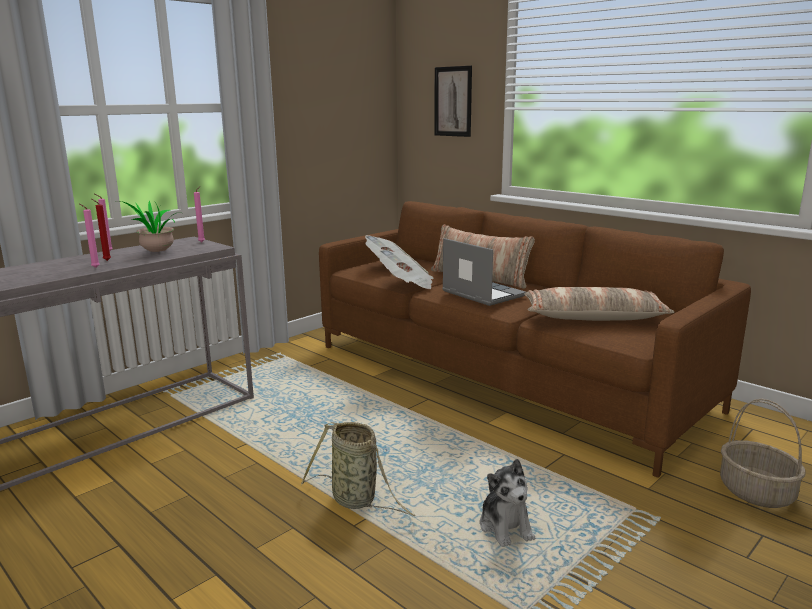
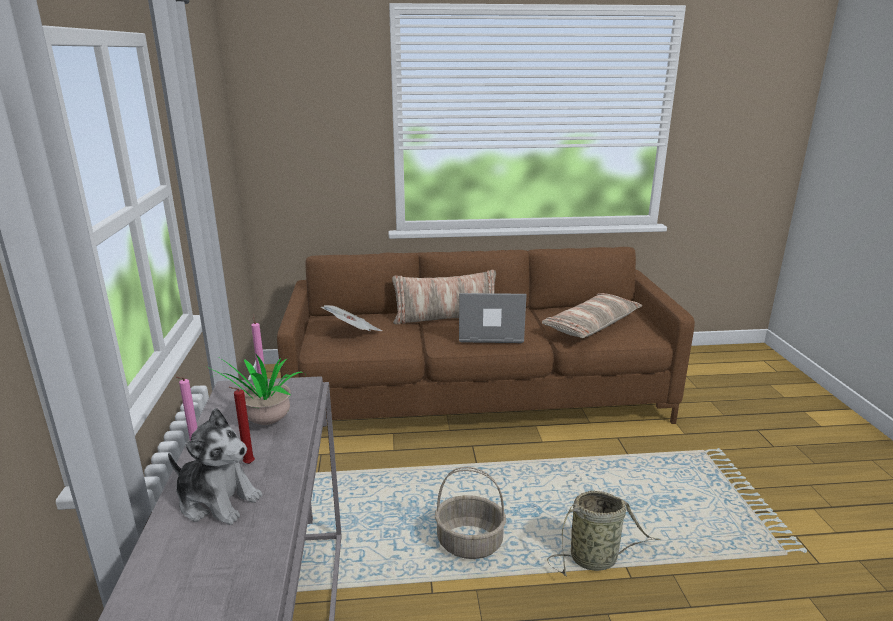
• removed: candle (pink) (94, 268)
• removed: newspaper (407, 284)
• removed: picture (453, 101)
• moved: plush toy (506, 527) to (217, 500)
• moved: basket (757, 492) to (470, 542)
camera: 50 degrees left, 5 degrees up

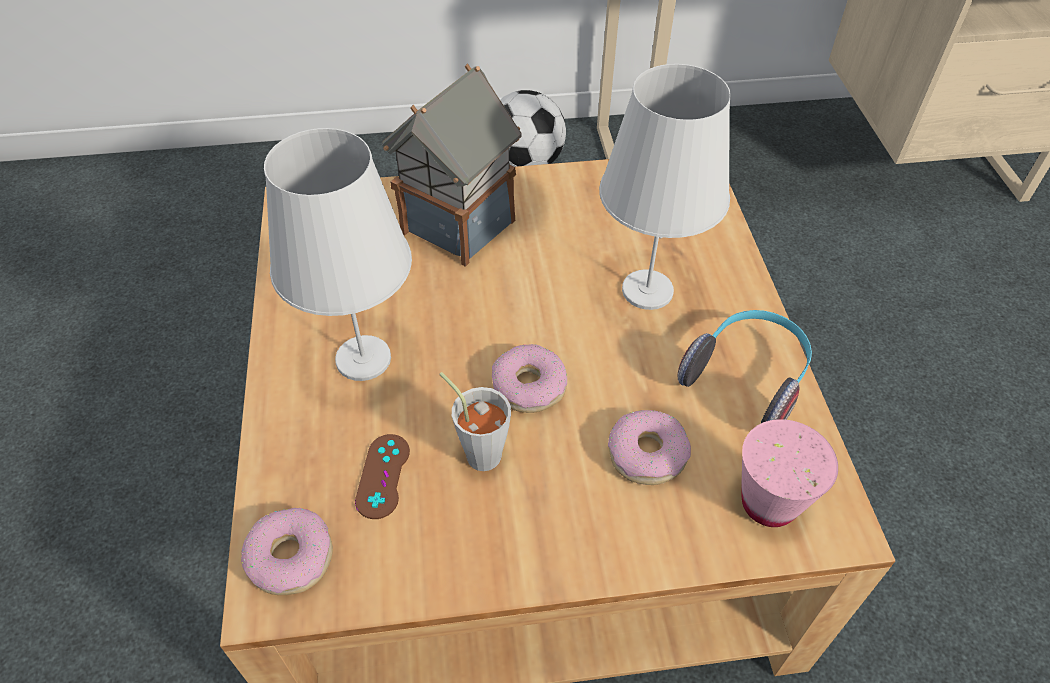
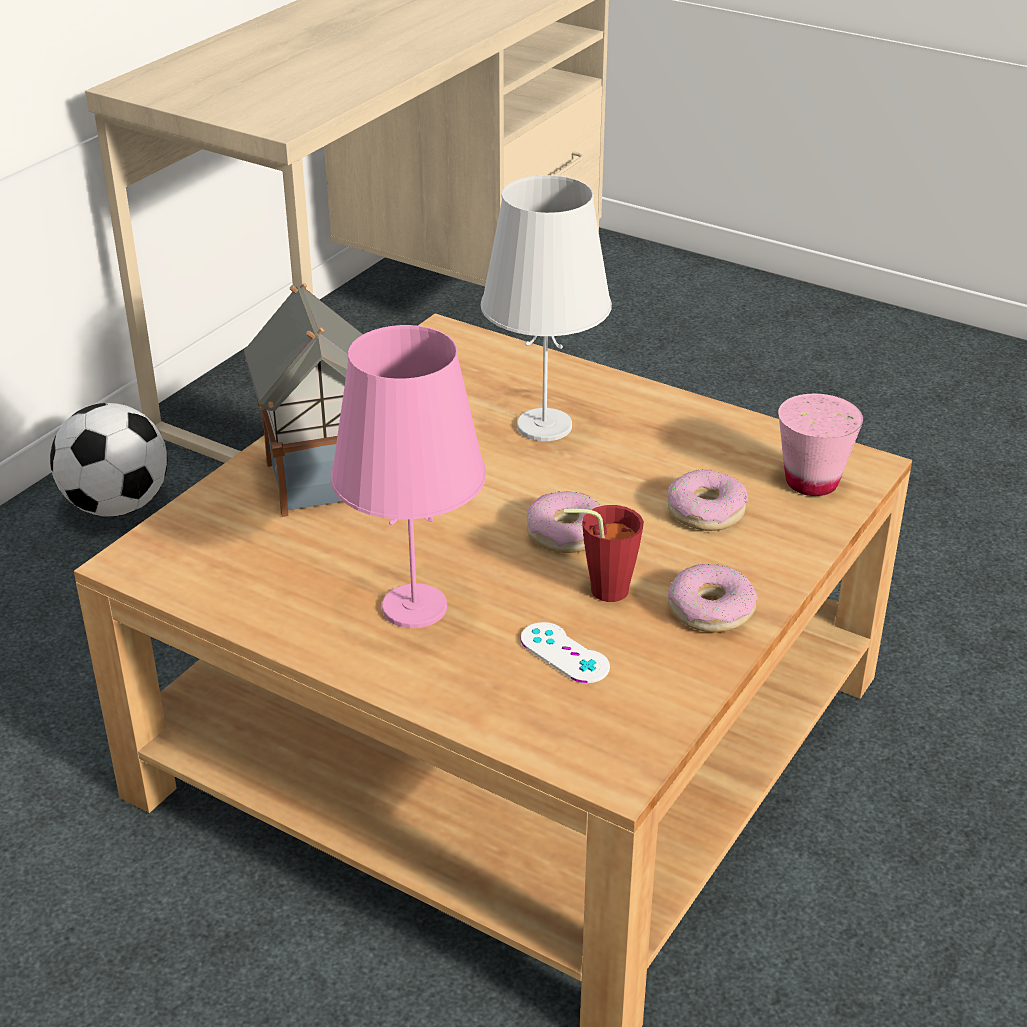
• removed: headphones (748, 377)
• moved: donut (291, 557) to (711, 609)
• recoloured: table lamp (white) (363, 359) to table lamp (pink) (415, 608)
• recoloured: game controller (brown) (383, 476) to game controller (white) (564, 653)
• recoloured: cup (grey) (478, 450) to cup (red) (600, 590)
camera: 50 degrees left, 15 degrees down

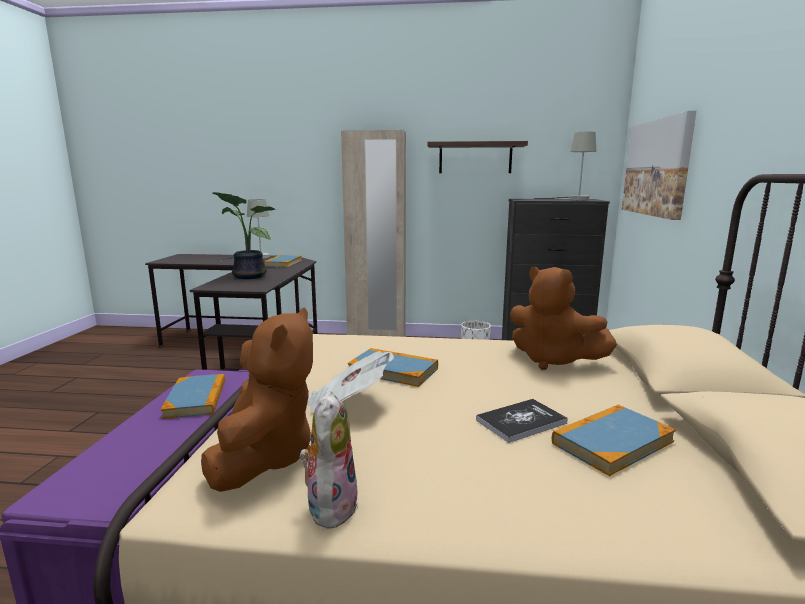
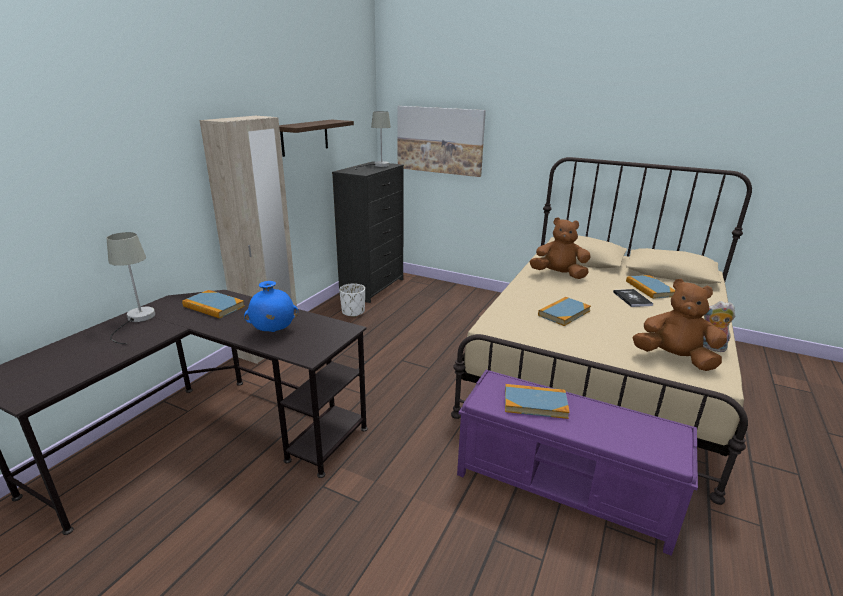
• removed: newspaper (347, 404)
• replaced: potted plant (247, 276) to vase (blue) (273, 331)
• turned: plush toy (brown) (553, 360) = (558, 274) 135 degrees counterclockwise
camera: 70 degrees left, 10 degrees up

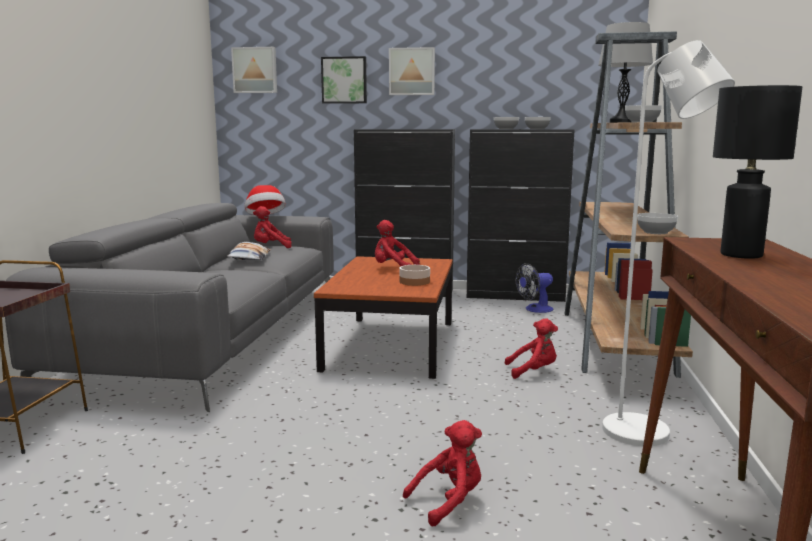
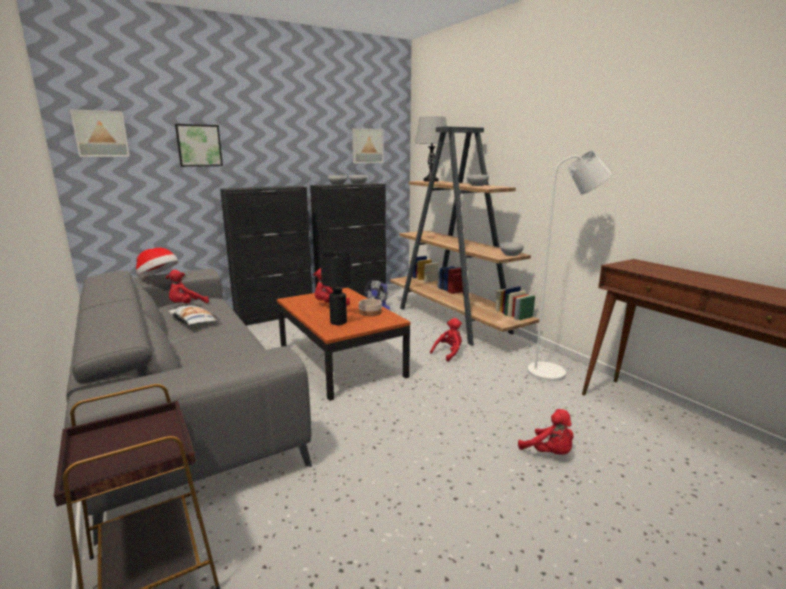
• moved: picture (412, 71) to (367, 146)
• moved: table lamp (black) (742, 255) to (339, 322)
• turned: plush toy (red) (449, 502) = (549, 453) 120 degrees clockwise
camera: 40 degrees left, 5 degrees up

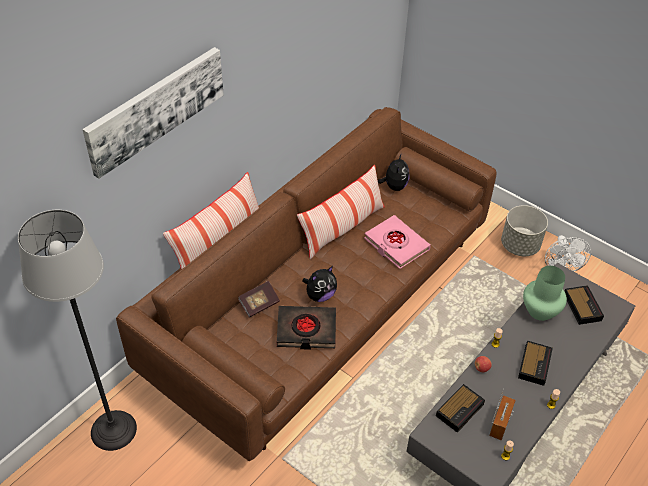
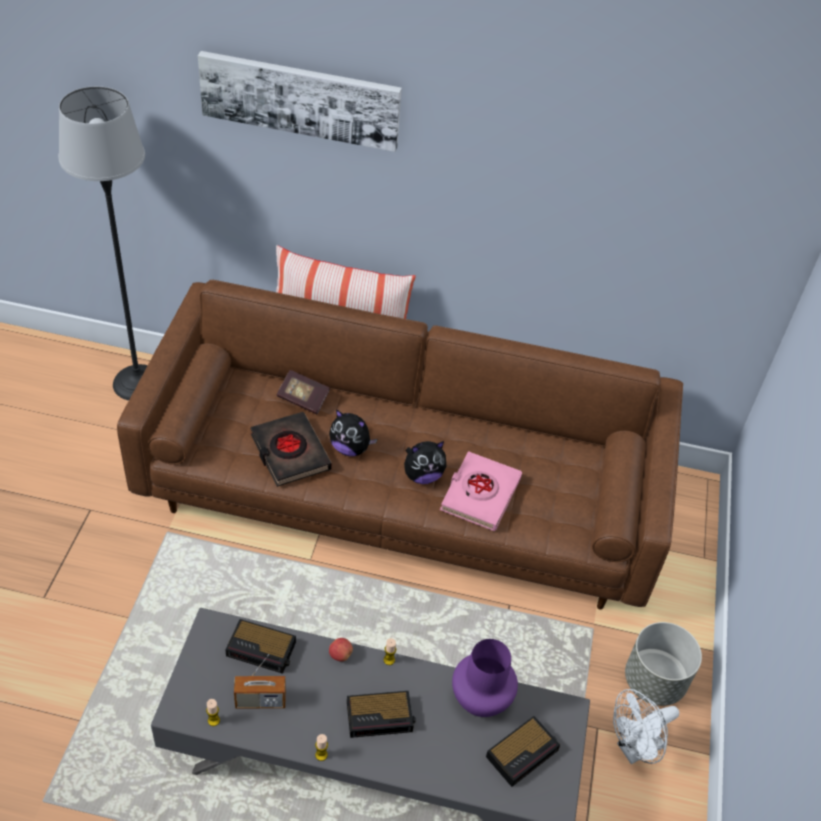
• removed: pillow (342, 228)
• moved: plush toy (394, 186) to (422, 475)
• recoloured: vase (green) (539, 310) to vase (purple) (481, 698)
camera: 60 degrees right, 0 degrees up

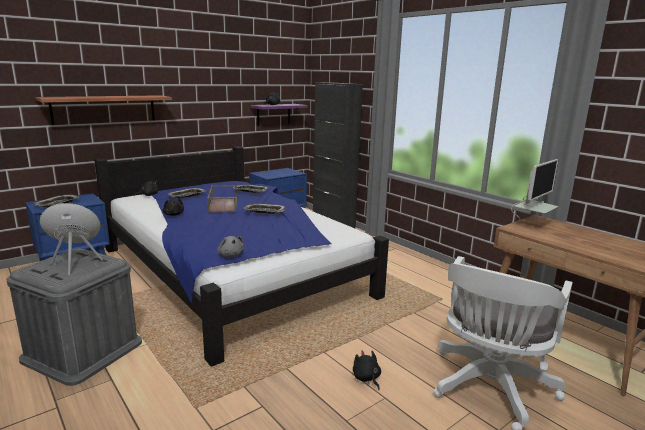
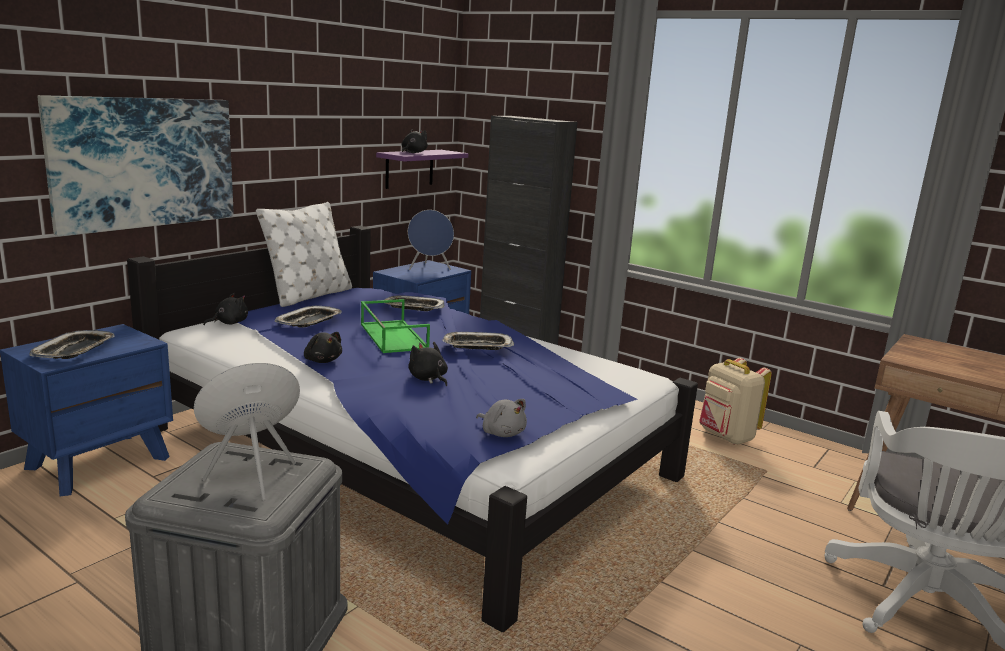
• removed: monitor (531, 225)
• added: pillow (white) (309, 295)
• added: speaker (blue) (429, 268)
• added: backpack (beige) (726, 437)
• moved: plush toy (black) (366, 378) to (428, 379)
• replaced: shelf (104, 109) to picture (144, 162)
• recoloured: tray (brown) (222, 204) to tray (green) (392, 336)
camera: 15 degrees left, 0 degrees up

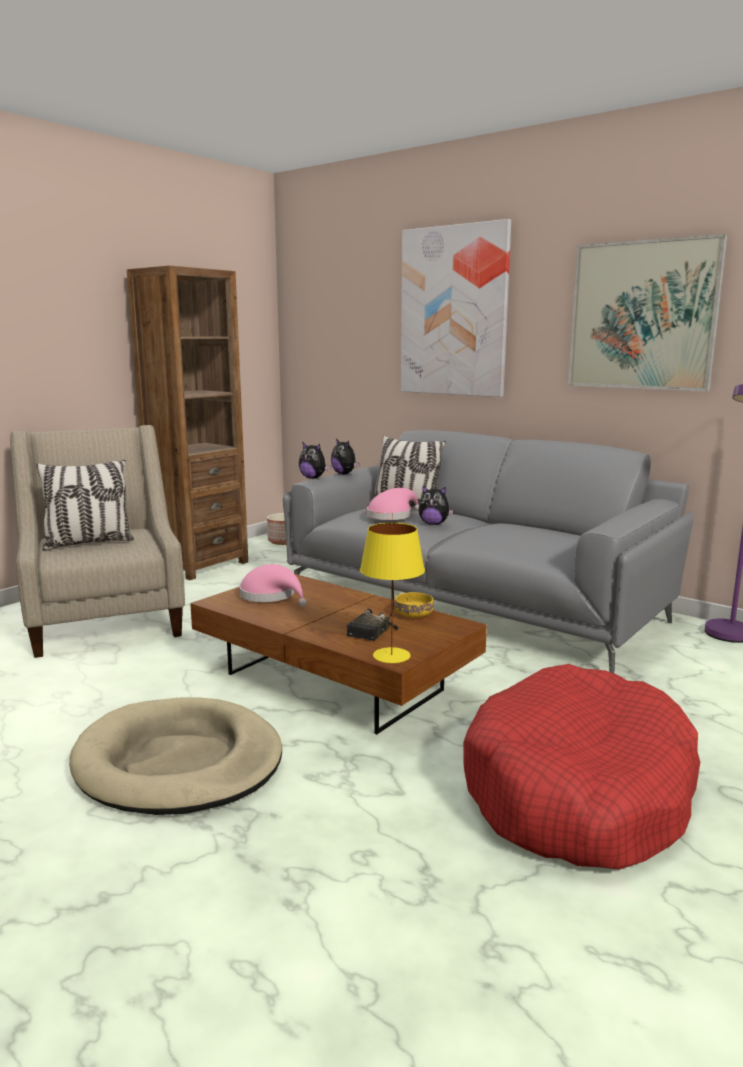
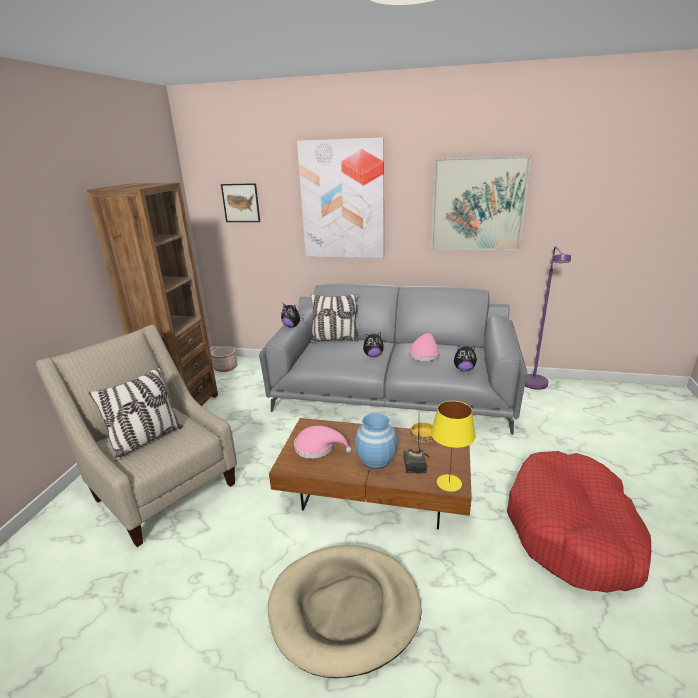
• added: picture (241, 203)
• added: vase (blue) (376, 460)
• moved: plush toy (313, 478) to (464, 369)
• moved: hat (pink) (392, 516) to (424, 354)
camera: 25 degrees left, 10 degrees up

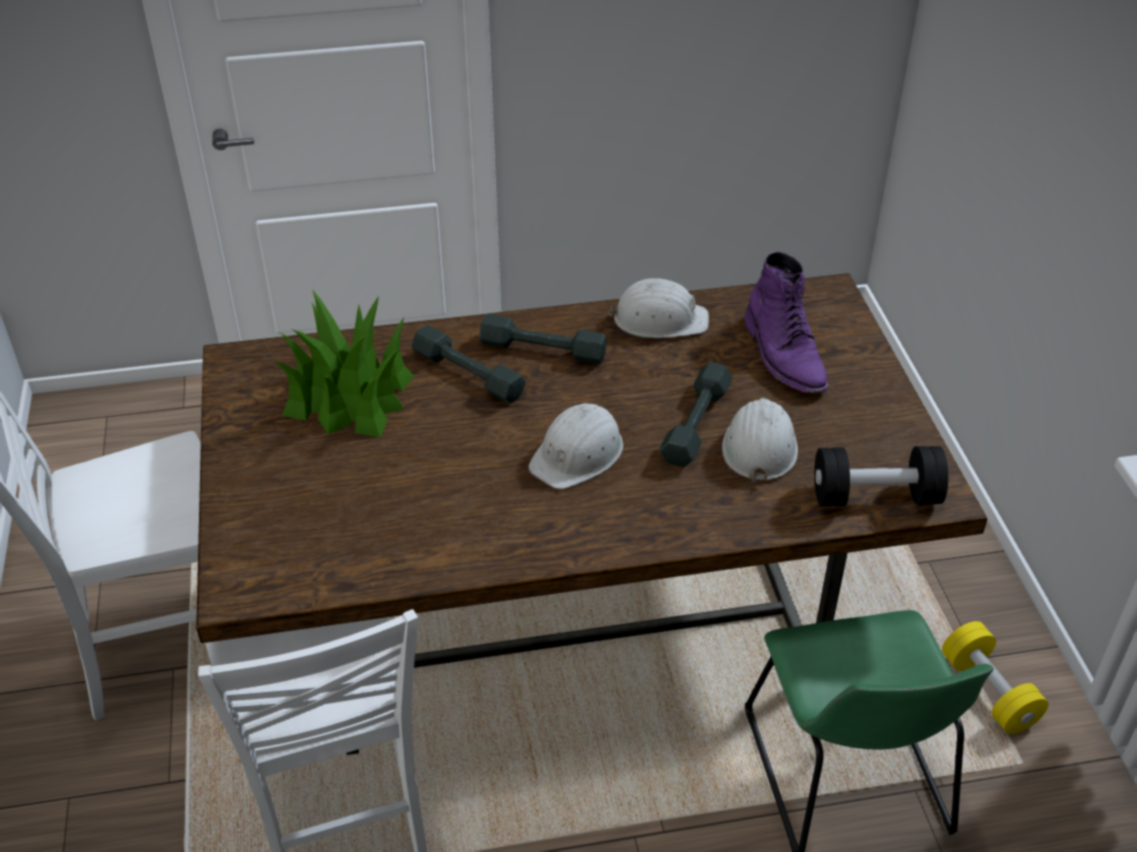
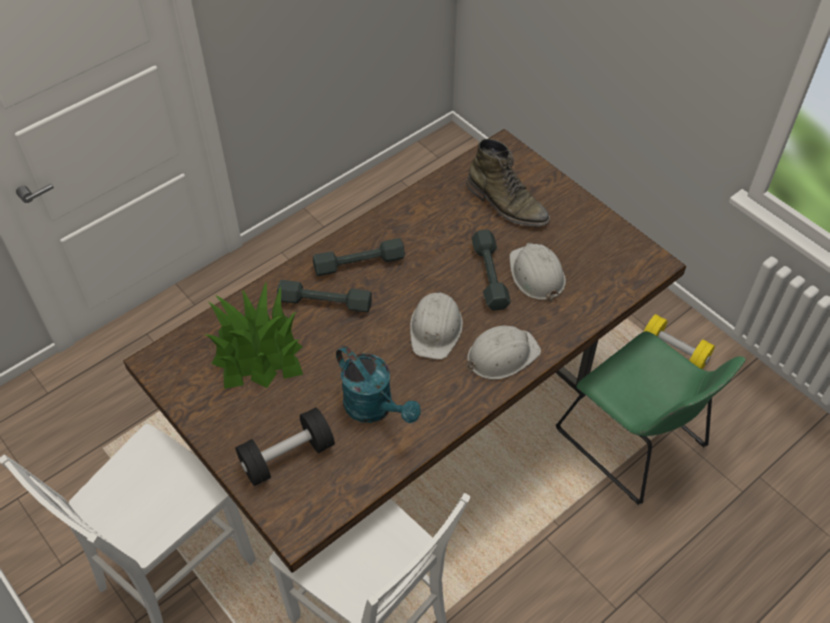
• added: watering can (turquoise) (375, 408)
• moved: hard hat (white) (659, 319) to (501, 355)
• moved: dumbbell (black) (875, 496) to (287, 456)
• recoloured: boot (purple) (784, 355) to boot (green) (507, 204)
camera: 30 degrees left, 10 degrees up

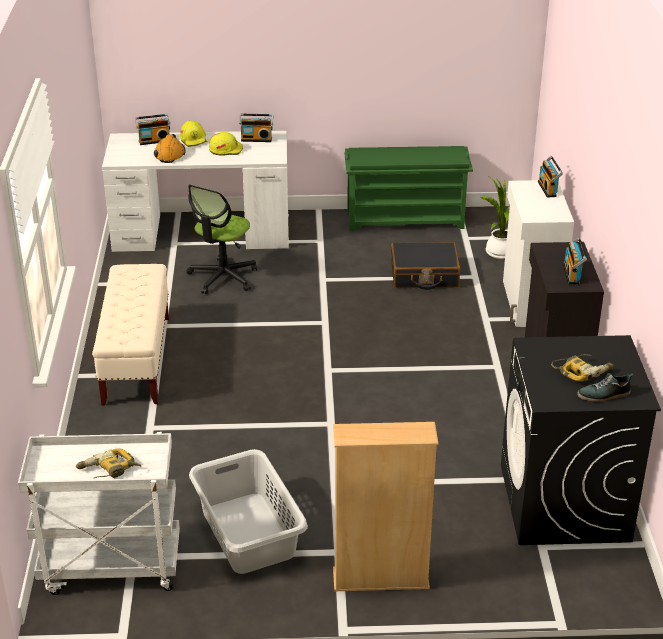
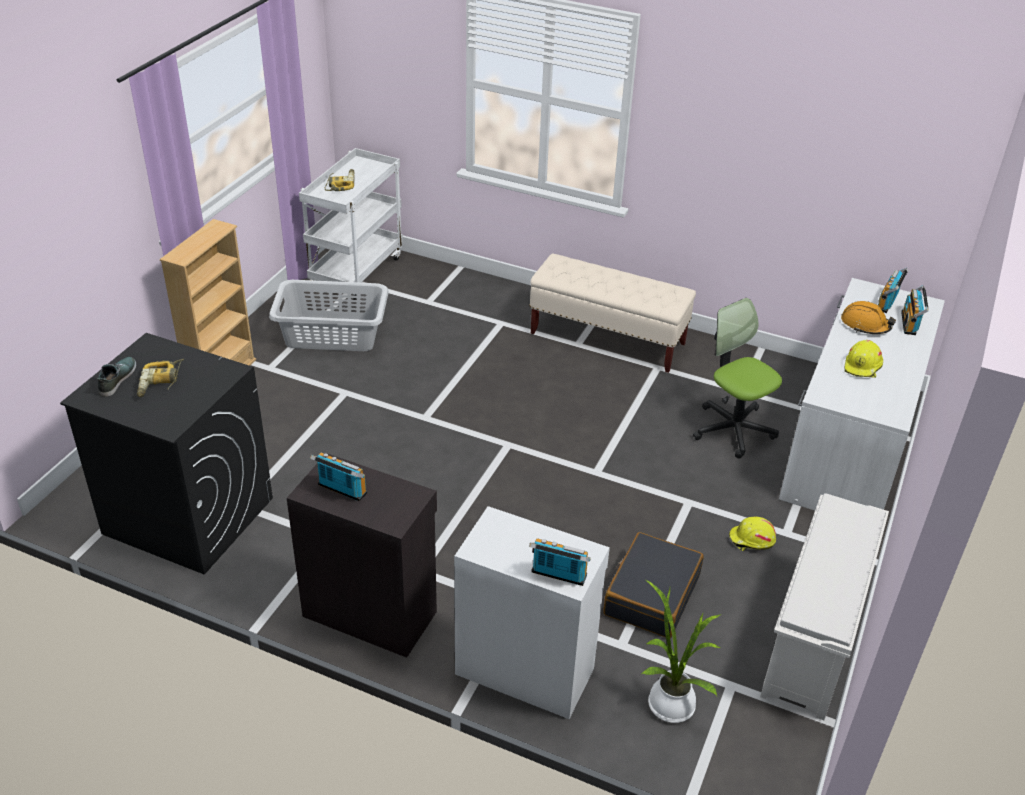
• moved: hard hat (yellow) (194, 140) to (751, 540)
• moved: radio (256, 139) to (888, 303)
• recoloured: shoe rack (green) (406, 219) to shoe rack (white) (813, 642)
camera: 115 degrees right, 5 degrees up

